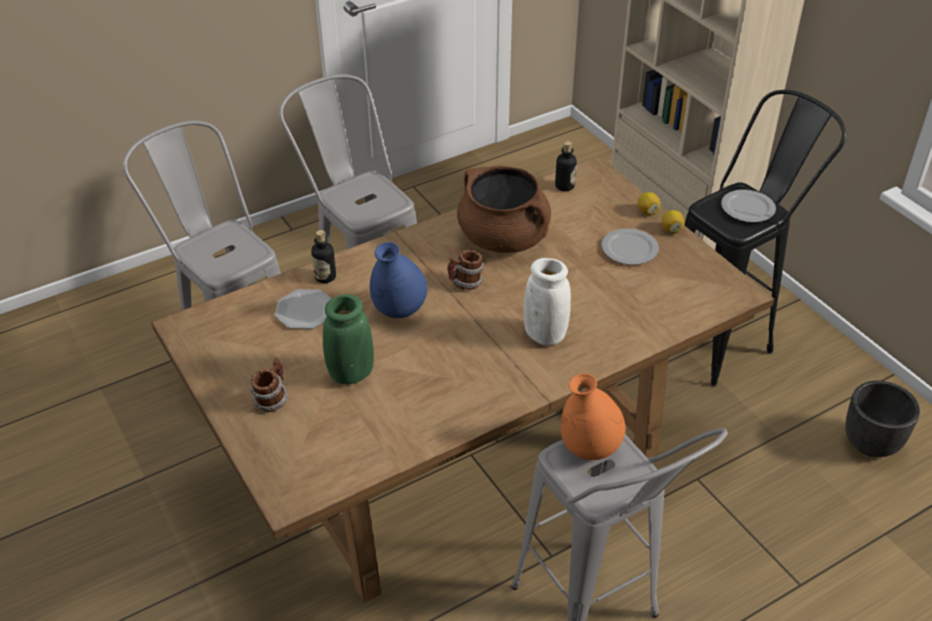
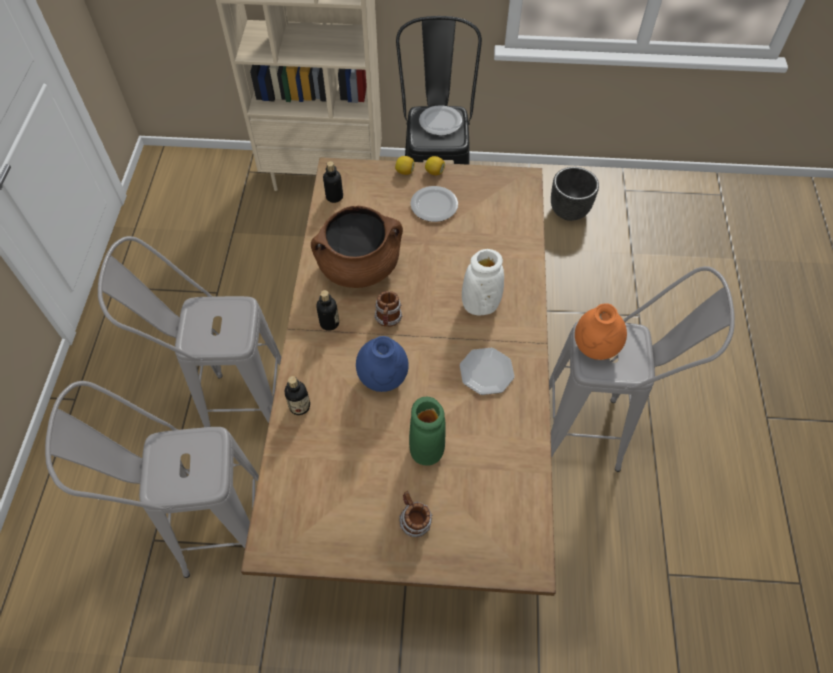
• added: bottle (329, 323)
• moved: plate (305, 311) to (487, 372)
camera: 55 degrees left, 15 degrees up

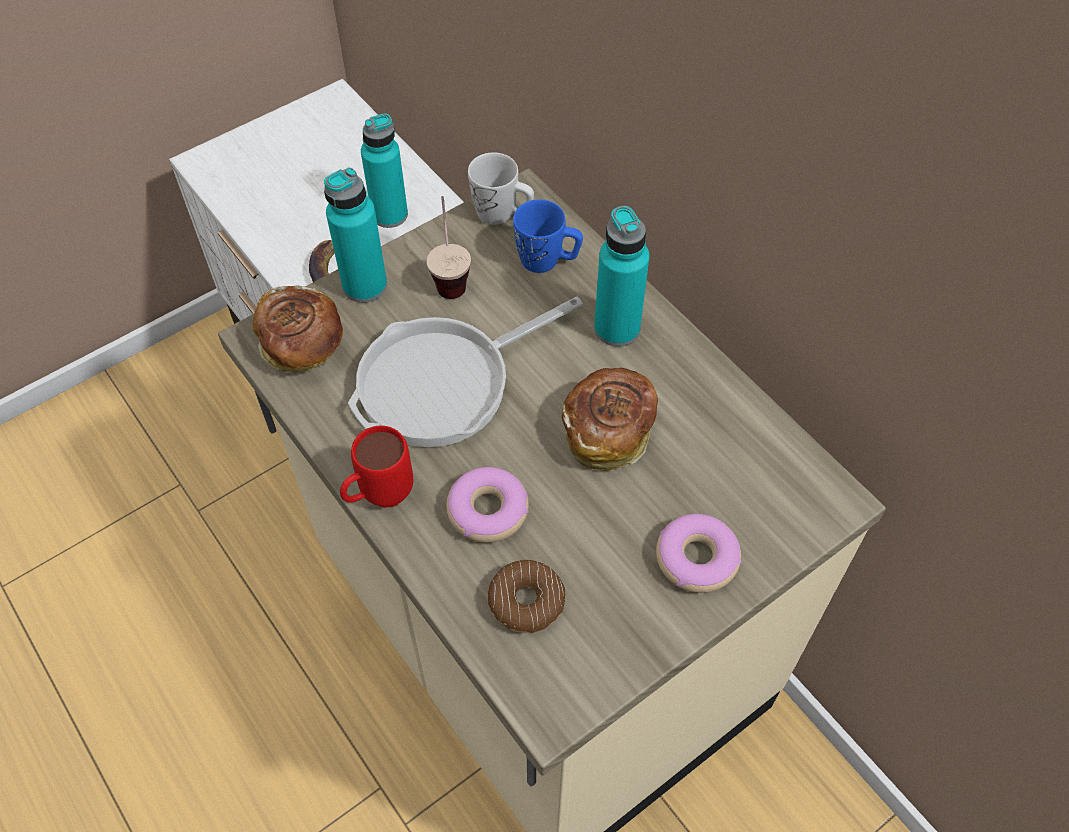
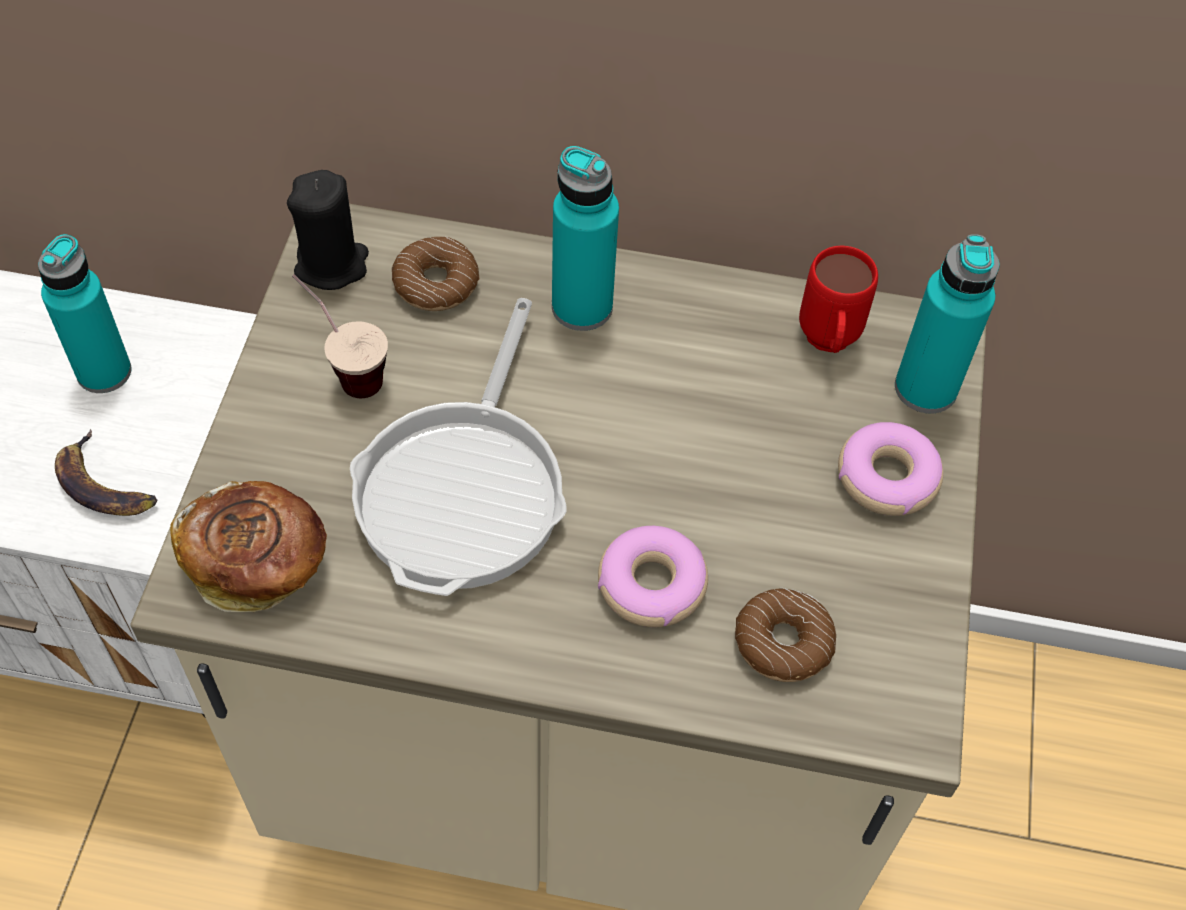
• removed: bread (609, 431)
• moved: bottle (turquoise) (364, 286) to (925, 388)
• moved: mug (red) (378, 497) to (827, 345)
• replaced: mug (white) (502, 214) to candle (black) (332, 265)
• replaced: mug (blue) (547, 260) to donut (436, 284)
camera: 45 degrees left, 0 degrees up

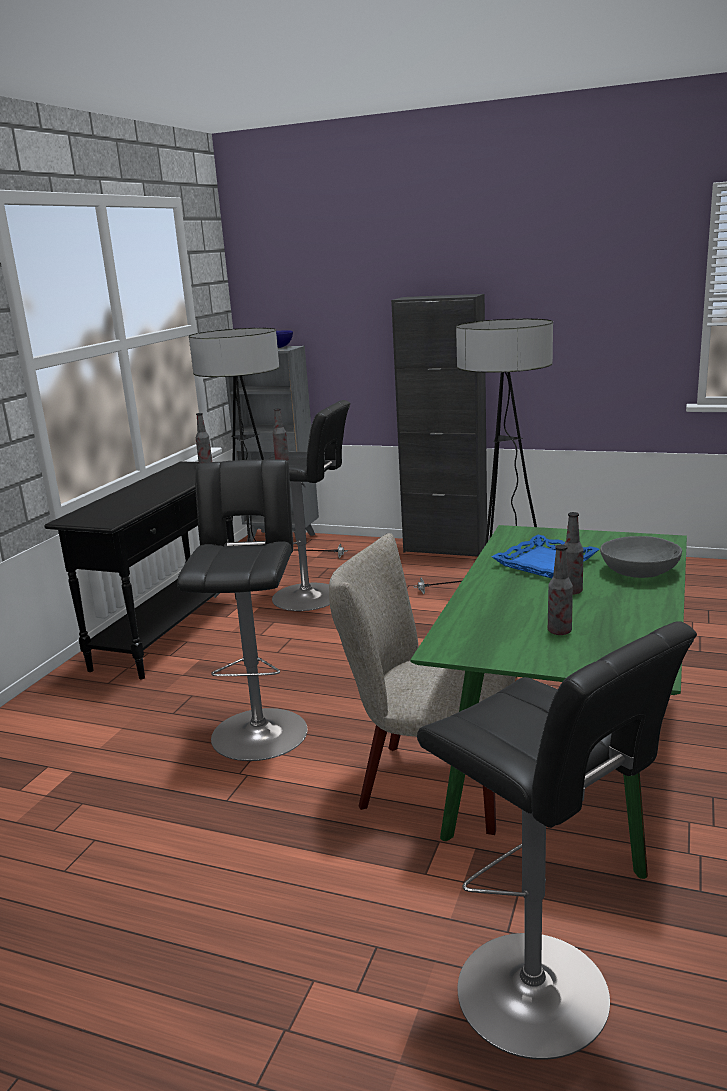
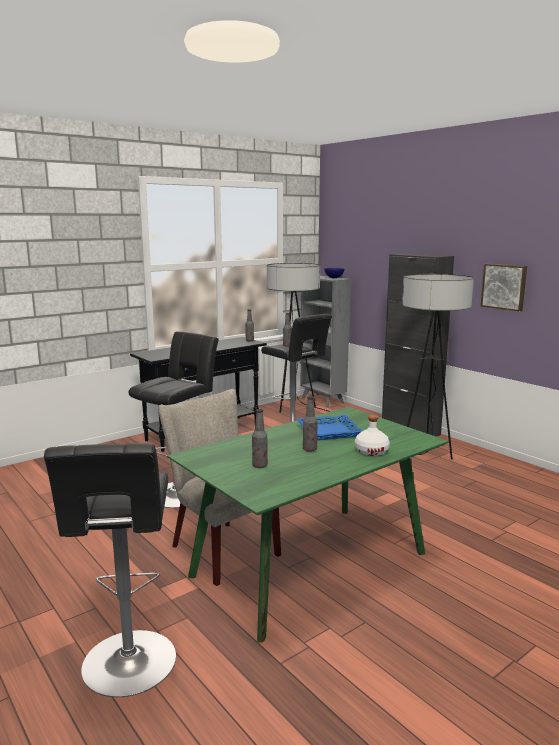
• added: picture (504, 286)
• replaced: bowl (grey) (639, 571) to bottle (white) (371, 451)
camera: 30 degrees right, 5 degrees down

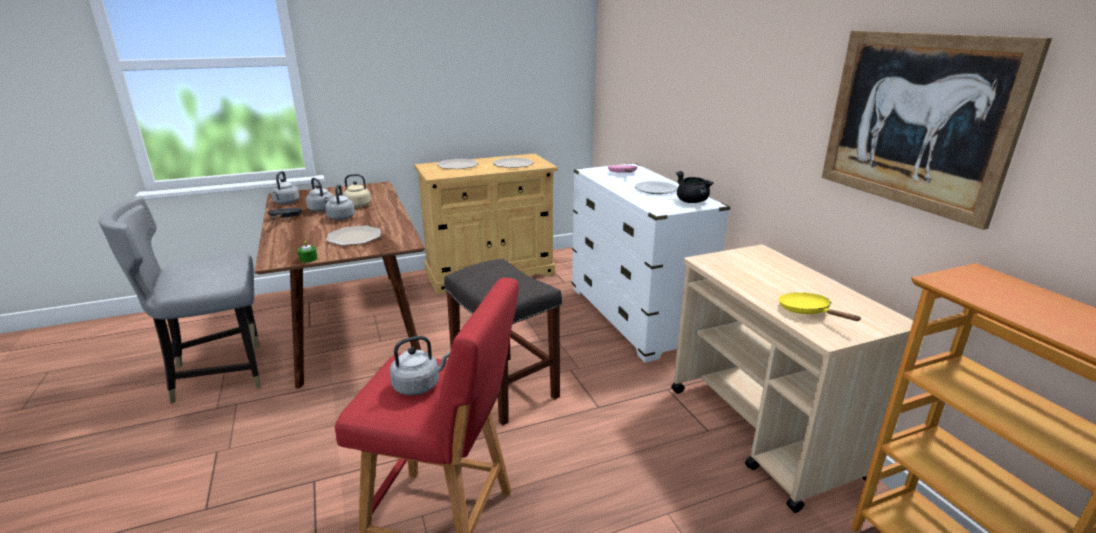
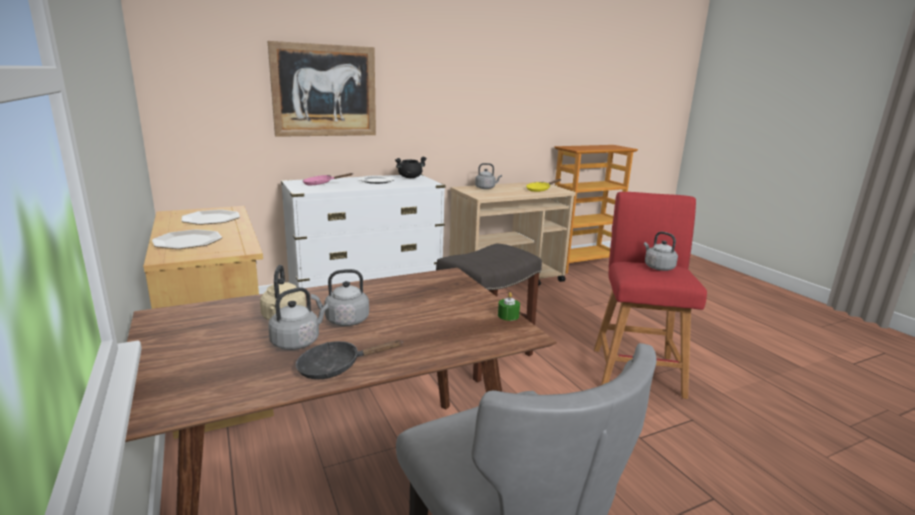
• removed: plate (354, 237)
• moved: kettle (grey) (286, 203) to (486, 188)
• moved: picture (916, 121) to (324, 91)
camera: 95 degrees left, 5 degrees down

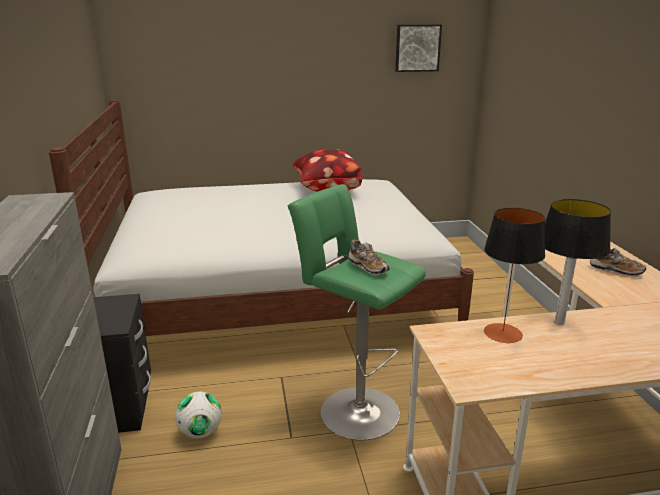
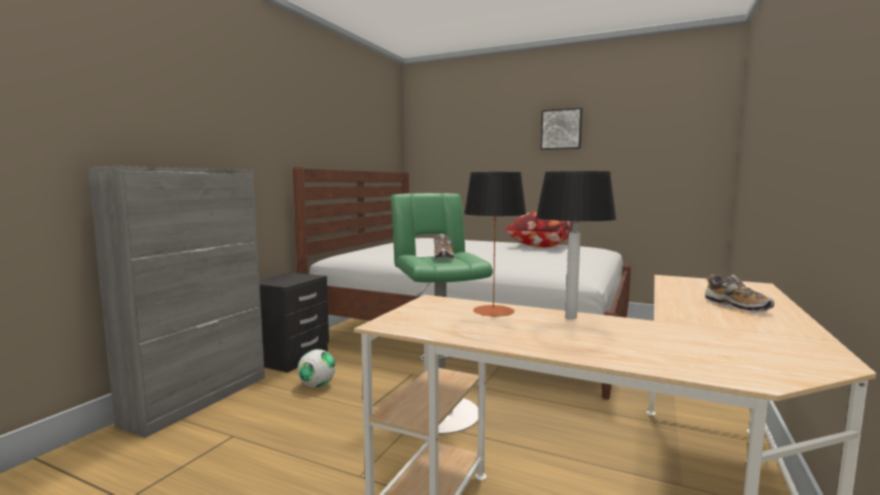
• moved: picture (417, 48) to (561, 129)
camera: 35 degrees right, 15 degrees down

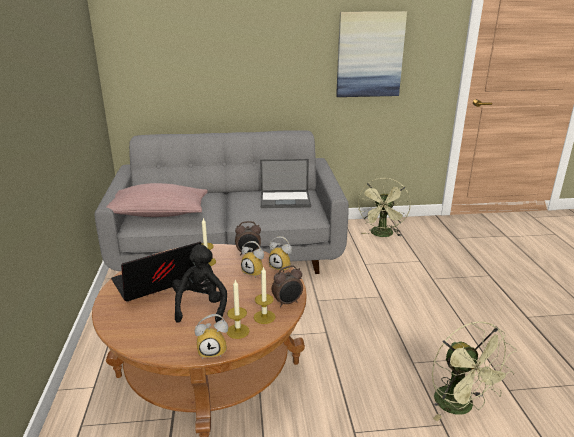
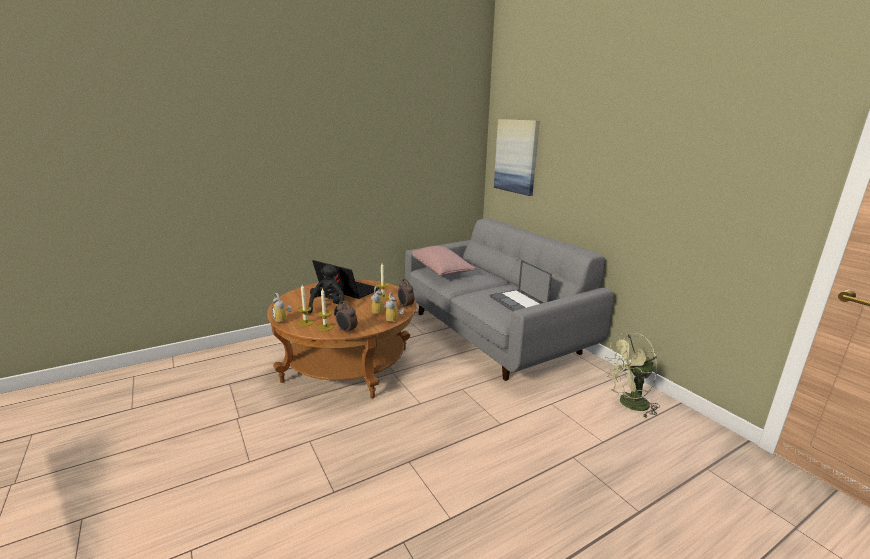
• removed: fan (green) (460, 407)
• moved: picture (369, 55) to (516, 156)
• turned: plush toy (black) (201, 306) = (328, 307) 60 degrees counterclockwise
camera: 65 degrees right, 5 degrees down

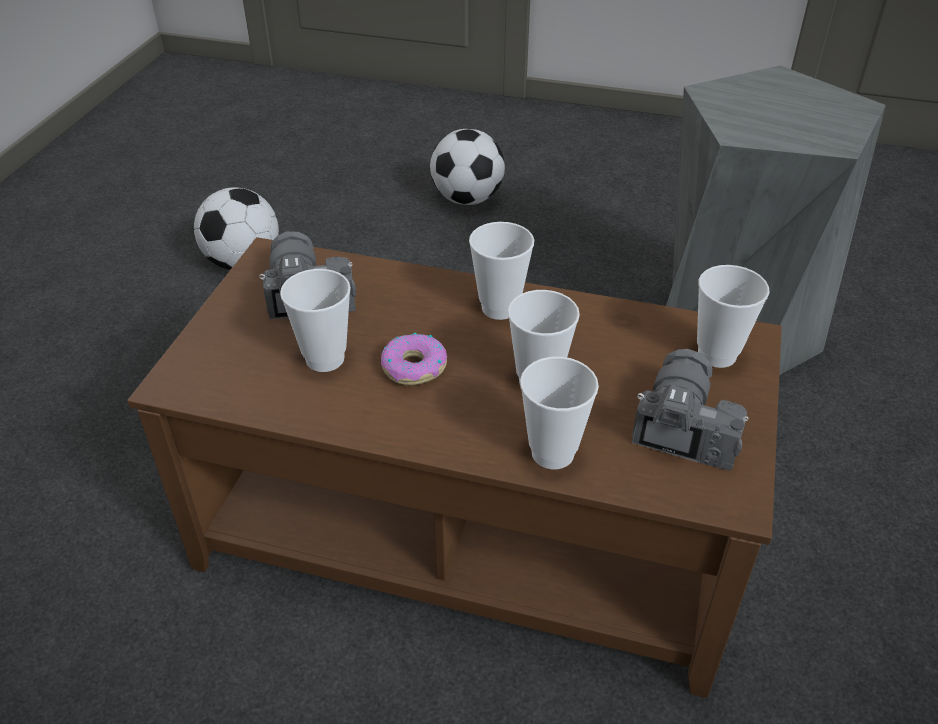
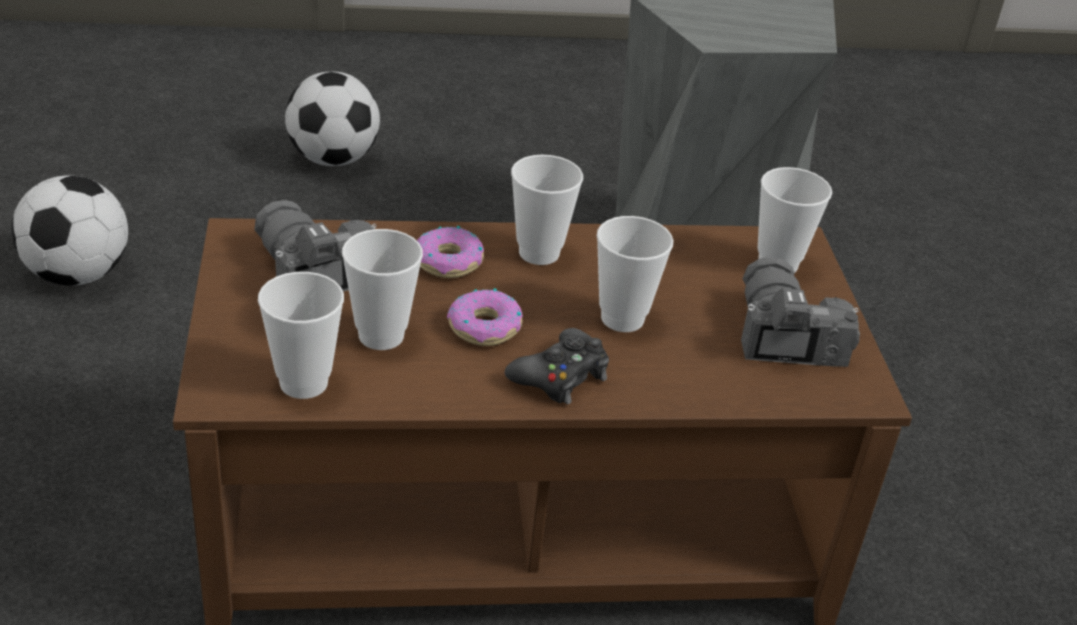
• added: donut (449, 262)
• added: game controller (black) (560, 376)
• moved: cup (552, 453) to (303, 383)
camera: 25 degrees left, 5 degrees down

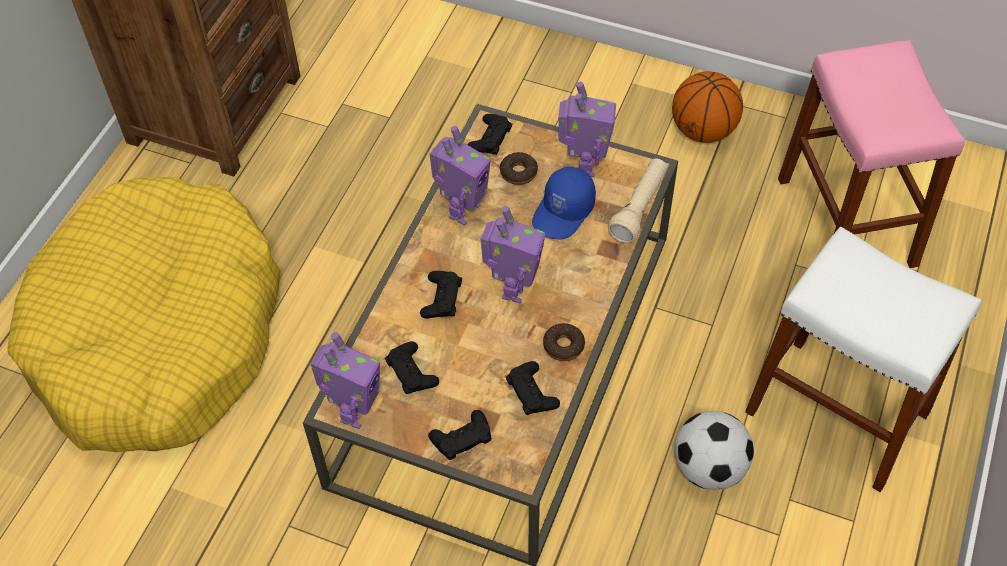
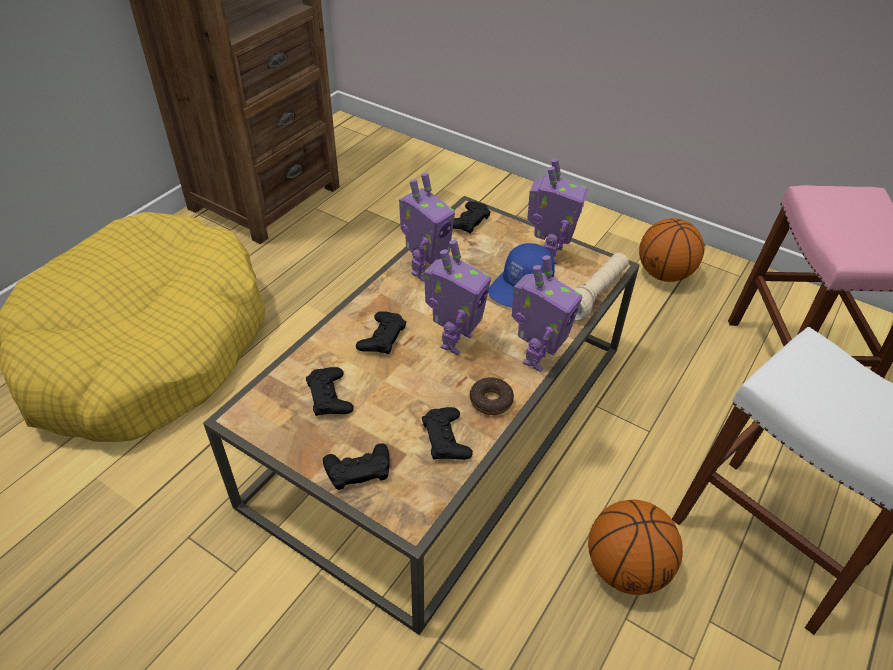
• removed: donut (518, 172)
• moved: toy robot (354, 411) to (537, 357)
• replaced: football (709, 468) to basketball (625, 569)
camera: 10 degrees right, 10 degrees down

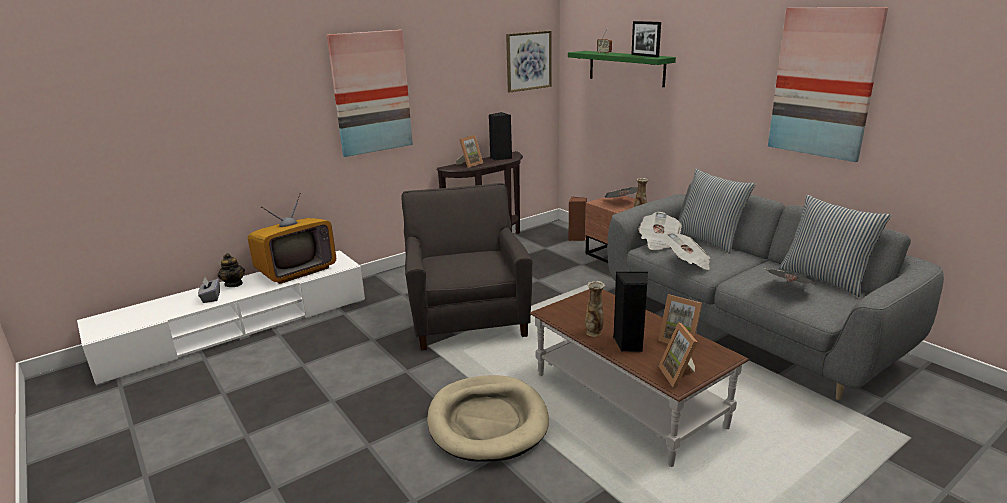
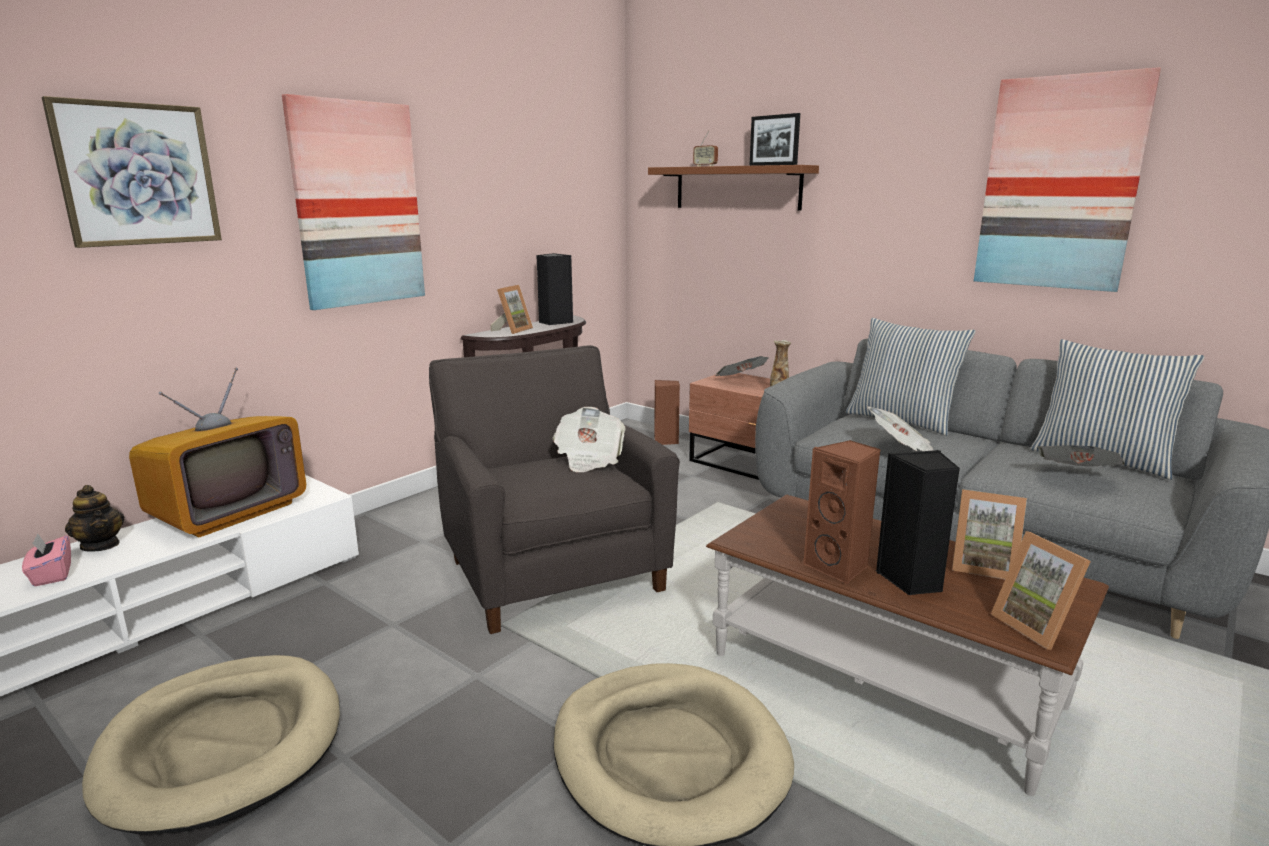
• added: dog bed (beige) (223, 745)
• moved: picture (528, 61) to (138, 174)
• moved: newspaper (658, 242) to (589, 459)
• replaced: vase (594, 332) to speaker (brown) (839, 567)
• recoloured: tissue box (grey) (211, 297) to tissue box (pink) (51, 575)
• recoloured: shelf (green) (626, 68) to shelf (brown) (737, 188)
camera: 15 degrees left, 5 degrees down

